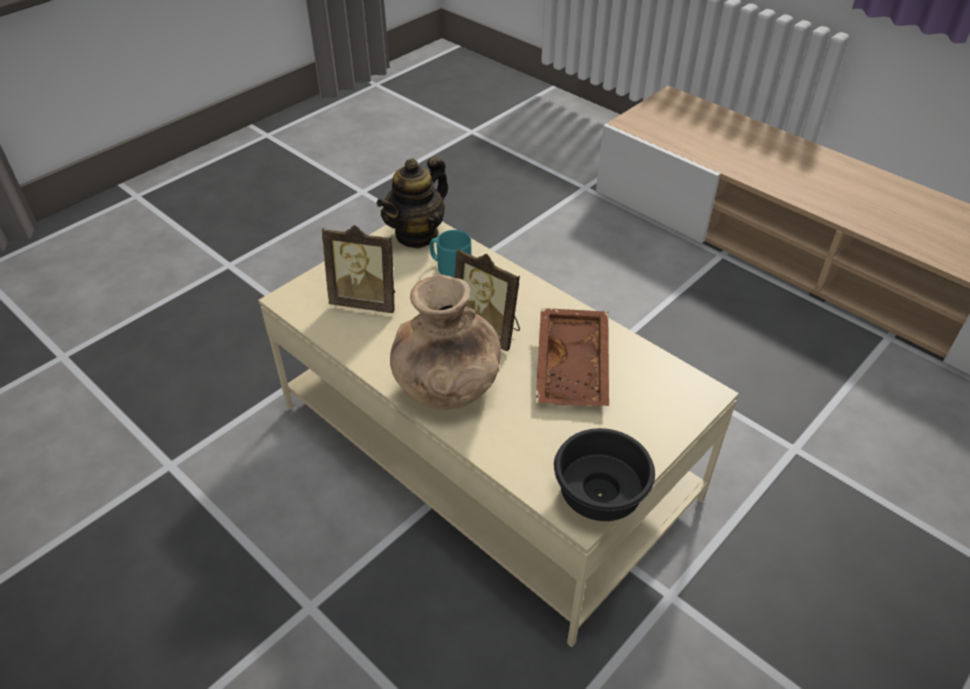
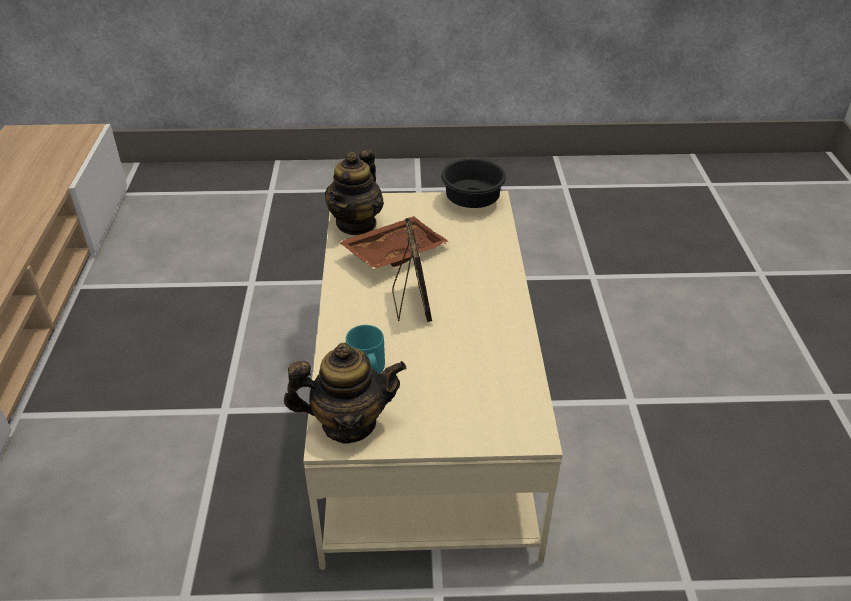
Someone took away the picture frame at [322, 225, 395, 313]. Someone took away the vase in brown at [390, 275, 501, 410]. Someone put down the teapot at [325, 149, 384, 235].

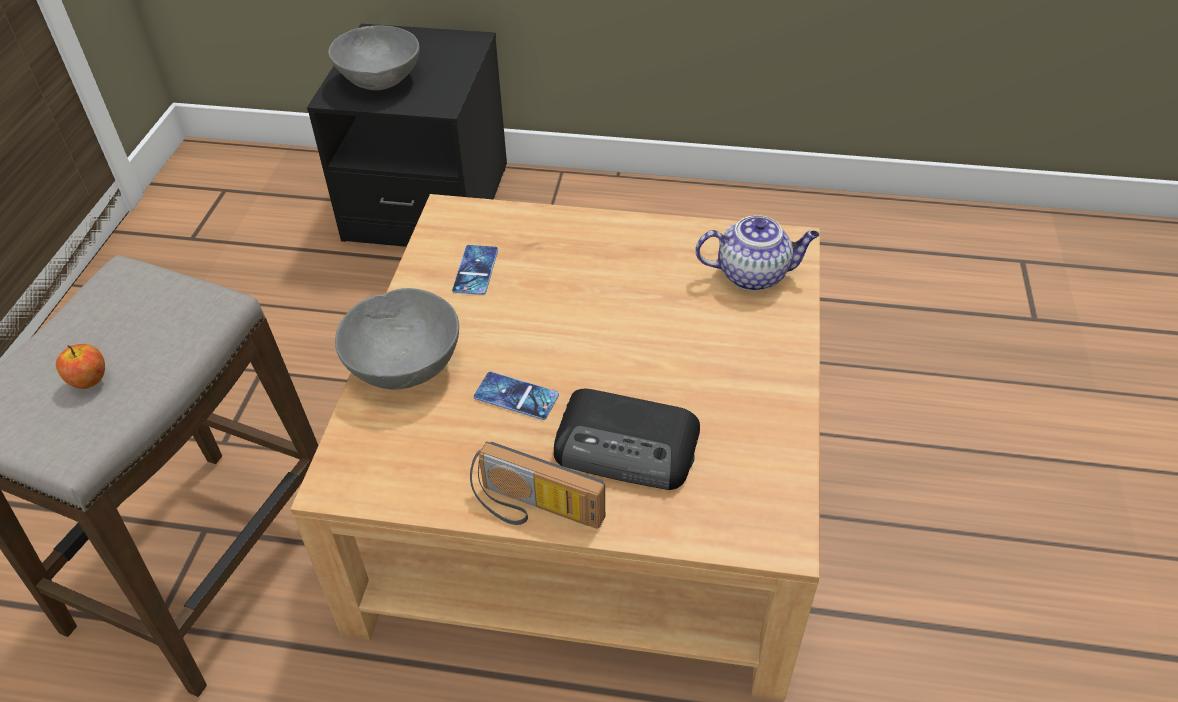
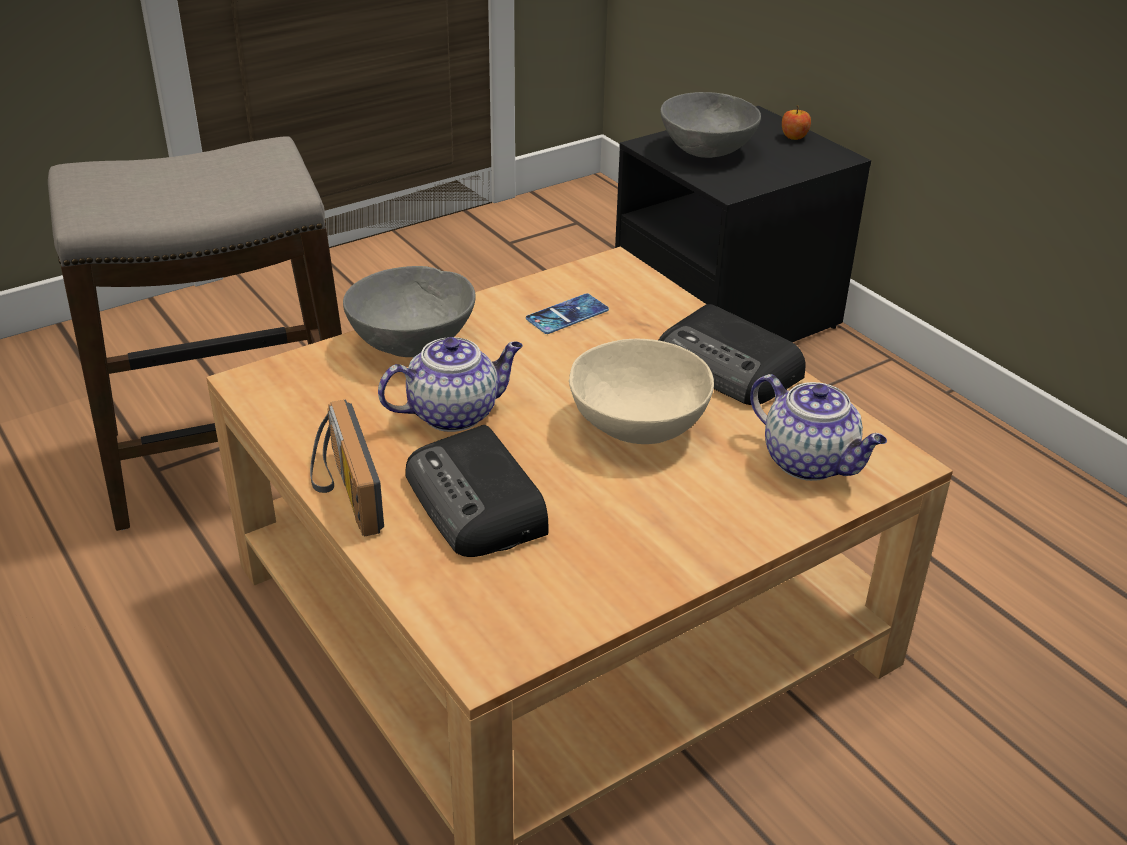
Someone carried the apple from [56, 344, 105, 389] to [782, 105, 811, 140]. Someone swapped the phone at [474, 372, 559, 420] for the teapot at [378, 337, 523, 432]. Someone put down the bowl in beige at [569, 339, 714, 444]. Someone put down the radio at [659, 304, 806, 405].

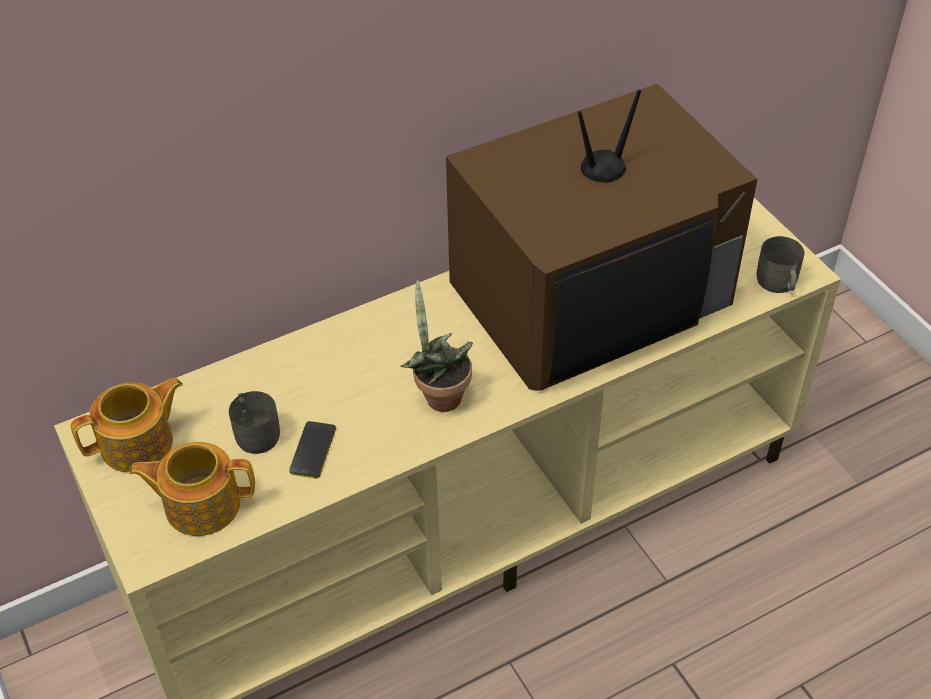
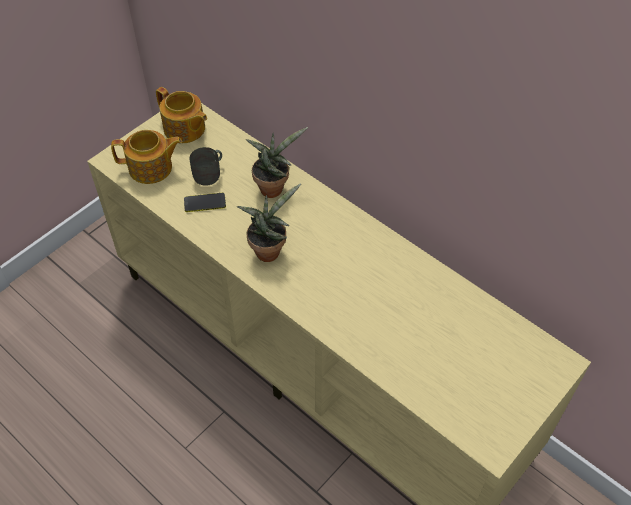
Someone rotated the teapot at [129, 442, 255, 536] by 105 degrees clockwise. Someone took away the television at [446, 83, 757, 391]. Someone took away the mug in grey at [757, 236, 804, 293]. Someone put down the potted plant at [246, 127, 308, 198].

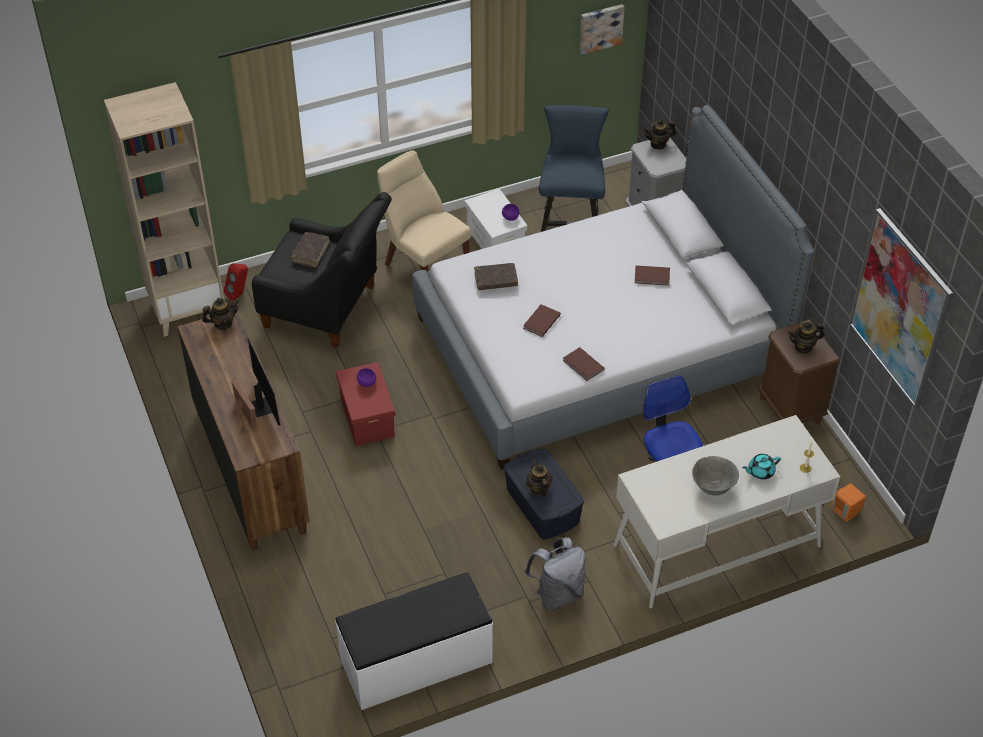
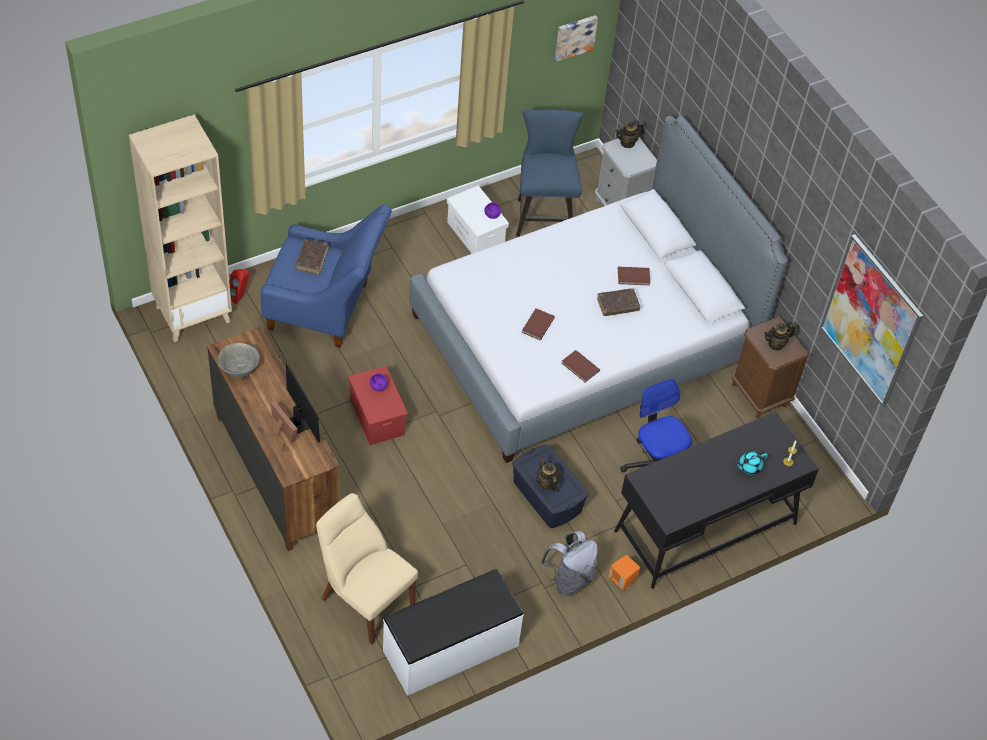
Someone took away the teapot at [202, 298, 239, 330]. Someone repainted the armchair in black at [252, 192, 392, 348], which became the armchair in blue at [260, 205, 392, 348]. Someone carried the chair in beige from [377, 150, 471, 271] to [316, 493, 418, 645]. Someone carried the book in brown from [474, 263, 518, 290] to [597, 288, 640, 316]. Someone repainted the desk in white at [613, 415, 840, 608], which became the desk in black at [614, 411, 819, 589]. Someone carried the bowl in grey from [692, 456, 739, 496] to [218, 343, 259, 378]. Someone carried the speaker in orange from [830, 483, 866, 522] to [608, 555, 640, 590].

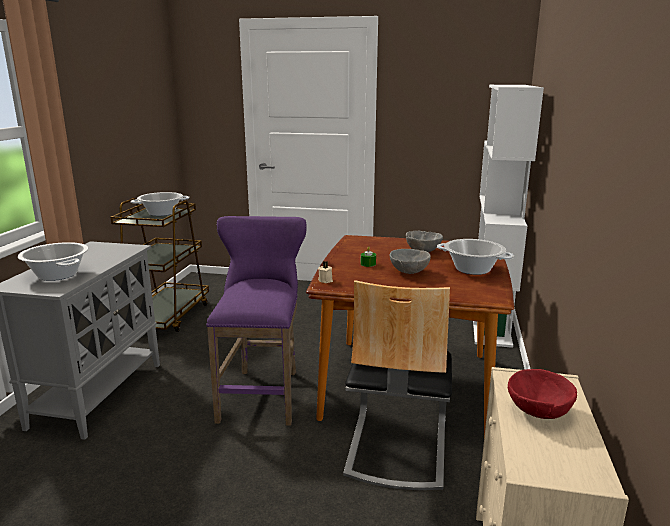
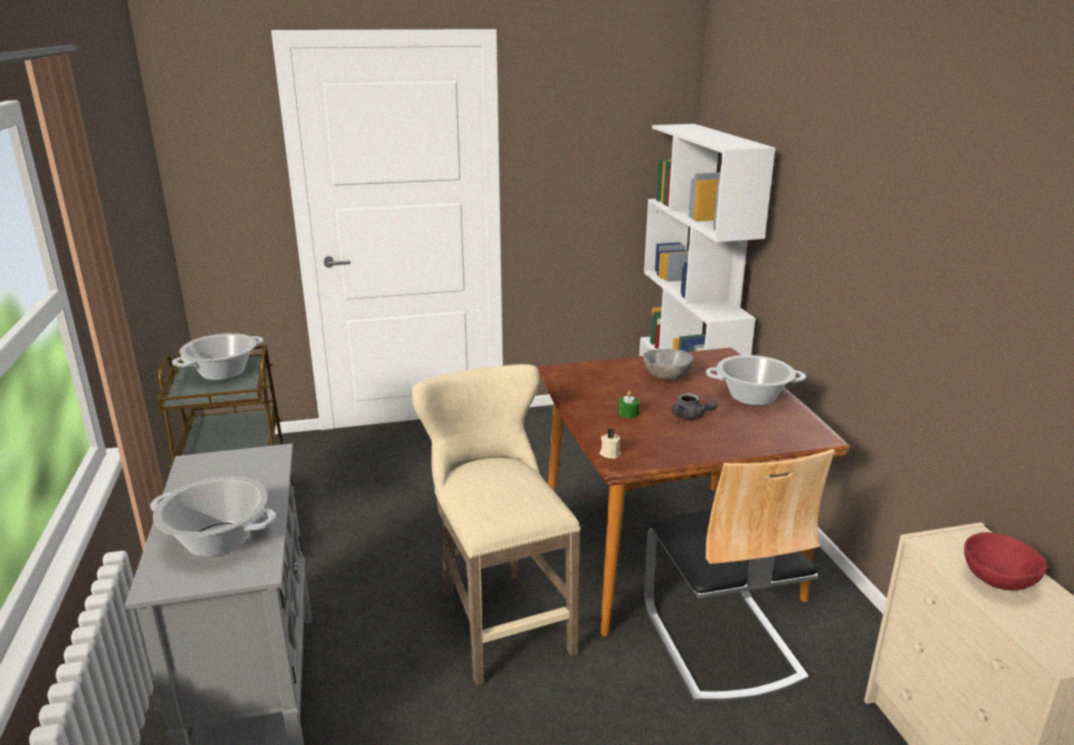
Someone repainted the stool in purple at [206, 216, 307, 426], which became the stool in beige at [411, 364, 581, 686]. Someone swapped the bowl in grey at [389, 249, 431, 274] for the teapot in grey at [672, 393, 718, 420].

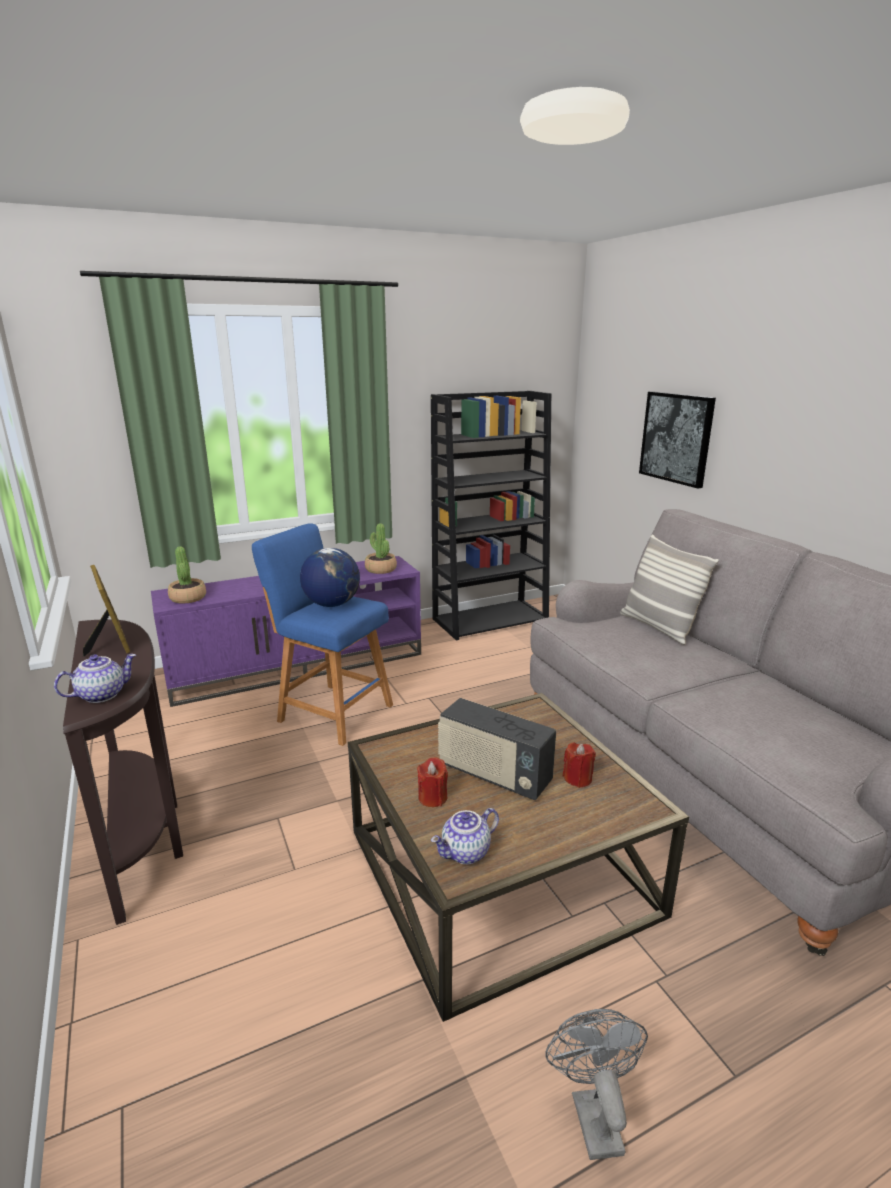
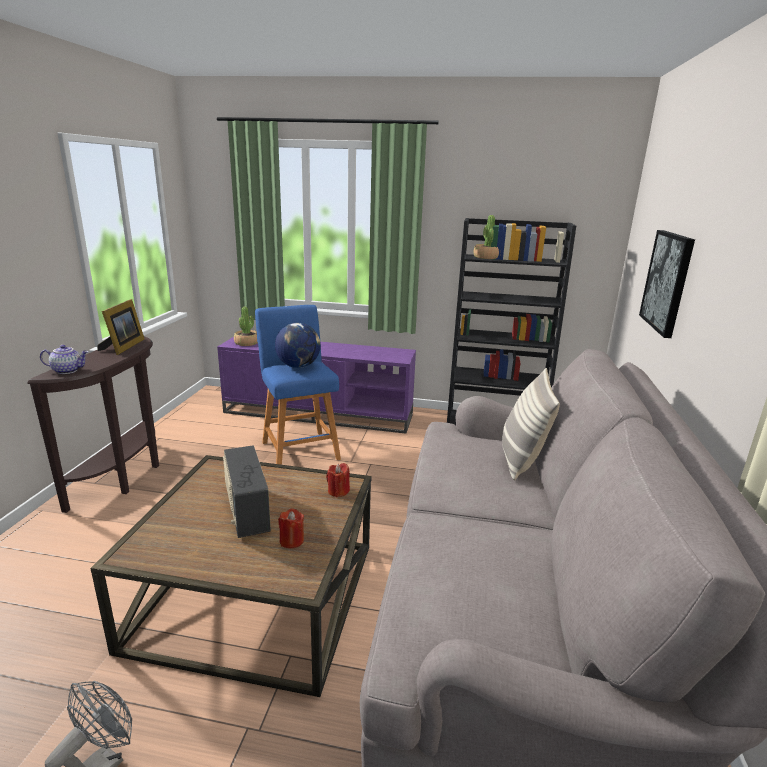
Someone carried the potted plant from [365, 523, 397, 574] to [474, 215, 501, 259]. Someone carried the candle in red from [417, 757, 448, 807] to [326, 463, 350, 497]. Someone took away the teapot at [431, 808, 499, 864].

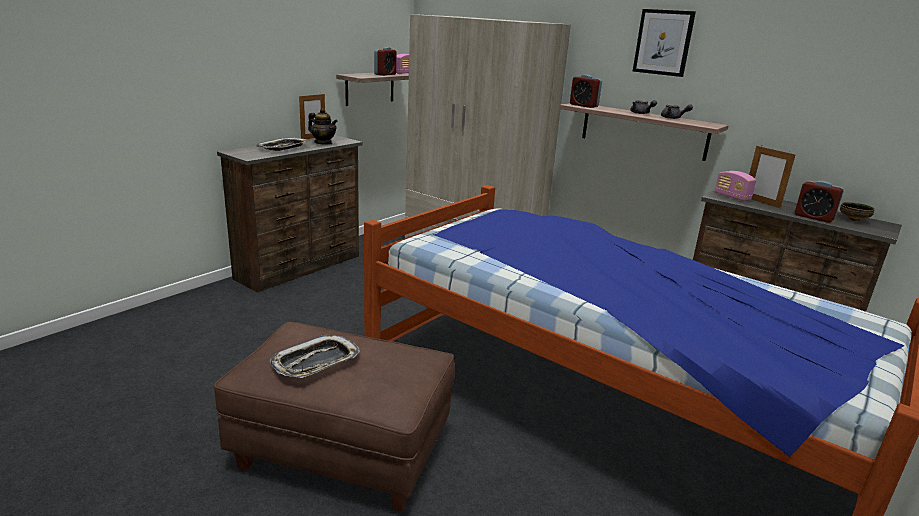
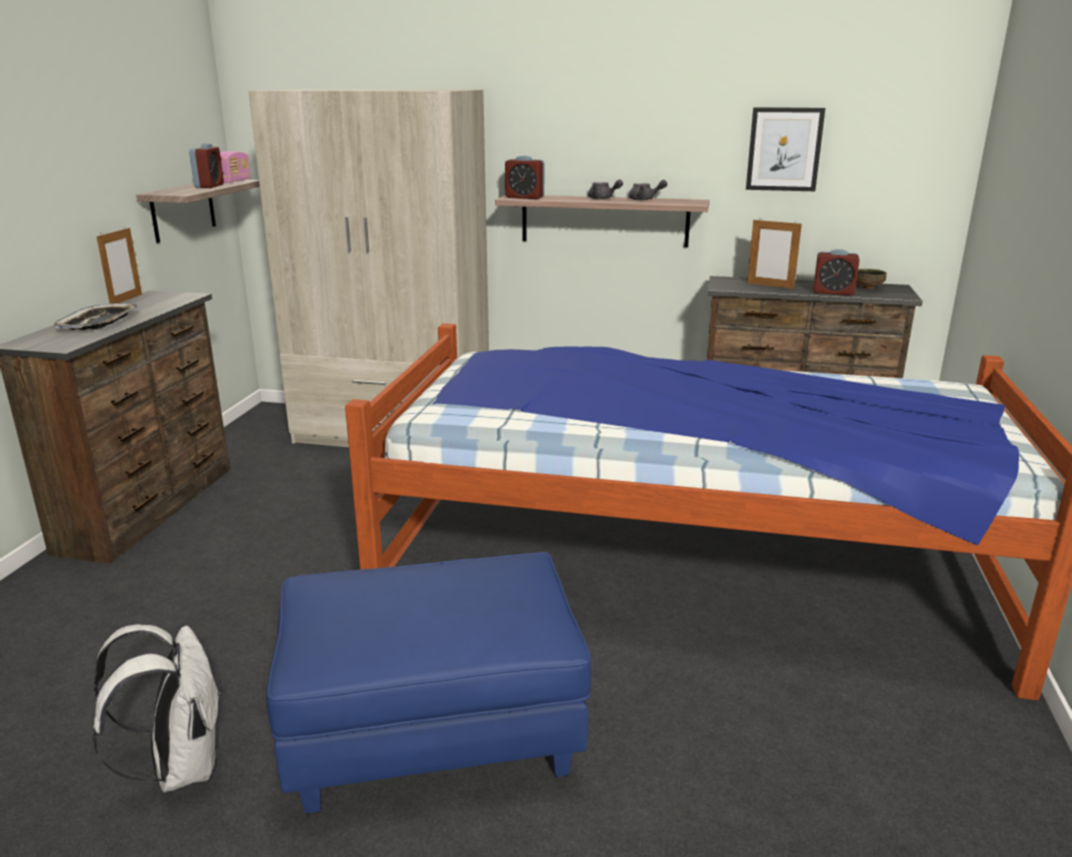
Someone repainted the ottoman in brown at [214, 322, 455, 512], which became the ottoman in blue at [266, 552, 591, 814]. Someone took away the tray at [270, 335, 360, 378]. Someone took away the teapot at [308, 108, 338, 145]. Someone carried the picture from [633, 9, 696, 77] to [746, 107, 825, 191]. Someone took away the radio at [715, 171, 756, 201]. Someone put down the backpack in white at [92, 624, 220, 792].

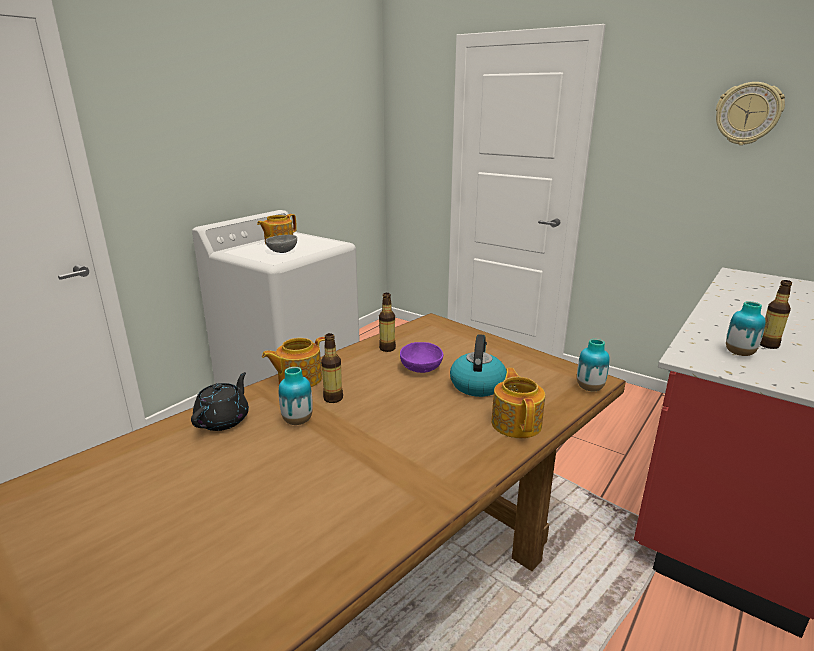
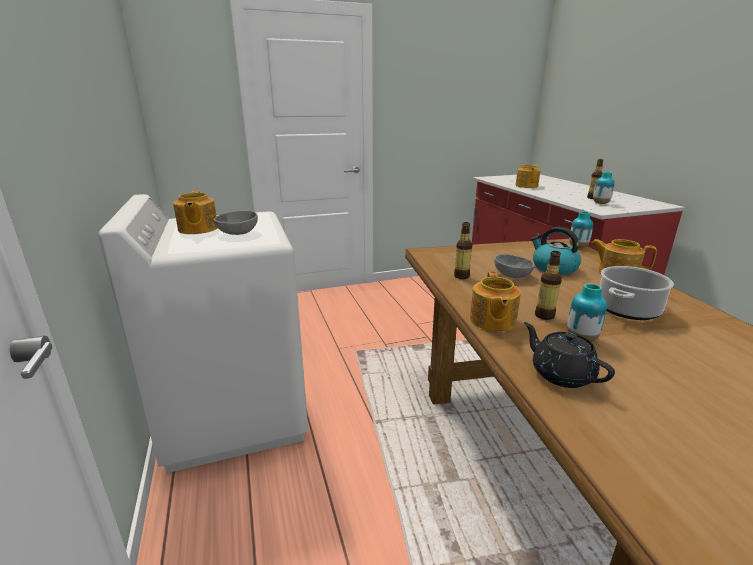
Someone repainted the bowl in purple at [400, 342, 443, 373], which became the bowl in grey at [494, 254, 534, 278]. Someone took away the wall clock at [716, 82, 785, 145]. Someone put down the teapot at [515, 164, 540, 188]. Someone put down the cooking pot at [600, 266, 674, 320].

